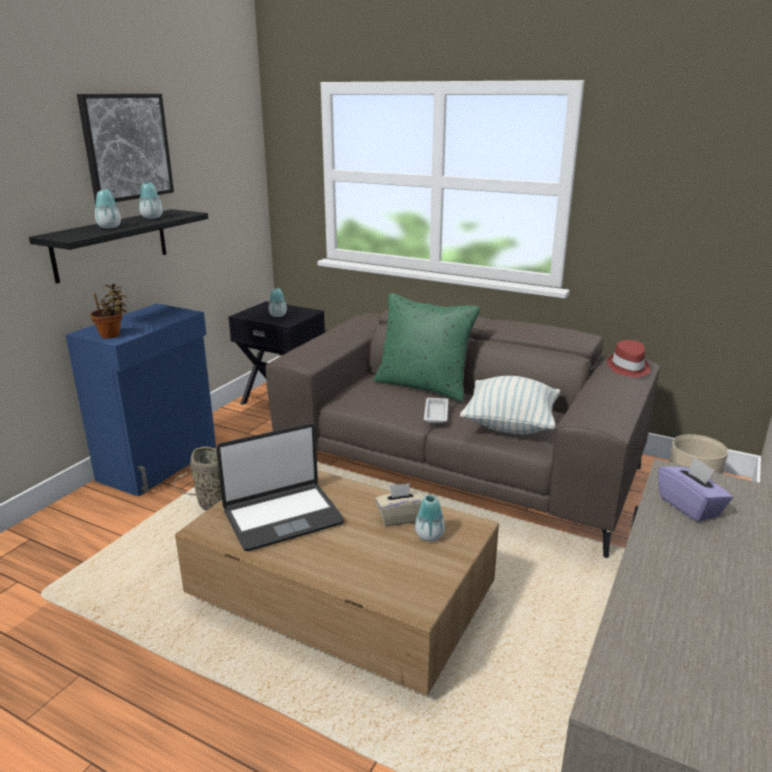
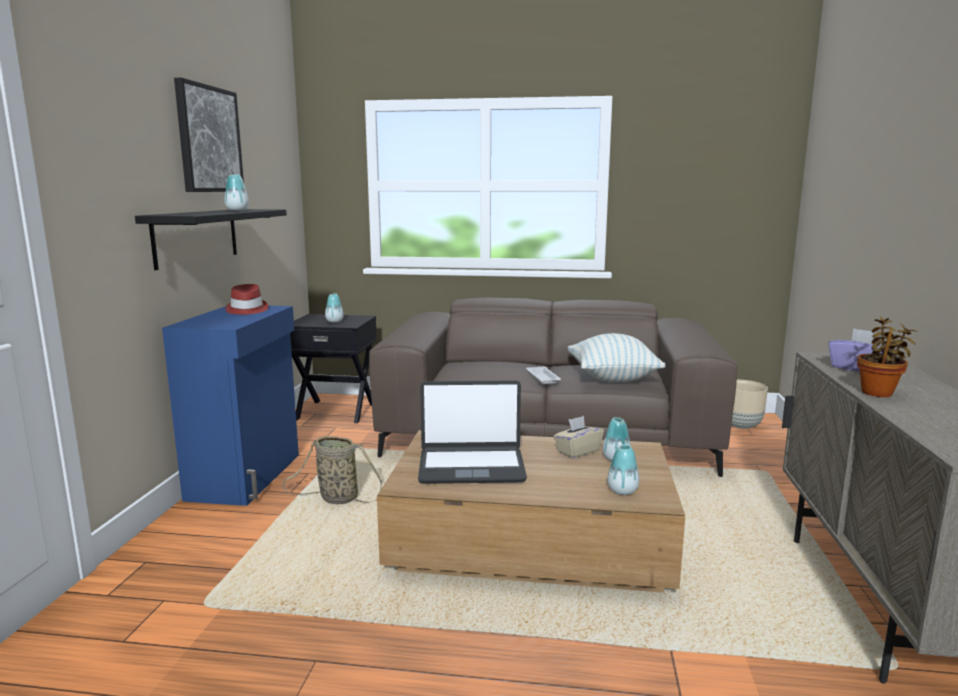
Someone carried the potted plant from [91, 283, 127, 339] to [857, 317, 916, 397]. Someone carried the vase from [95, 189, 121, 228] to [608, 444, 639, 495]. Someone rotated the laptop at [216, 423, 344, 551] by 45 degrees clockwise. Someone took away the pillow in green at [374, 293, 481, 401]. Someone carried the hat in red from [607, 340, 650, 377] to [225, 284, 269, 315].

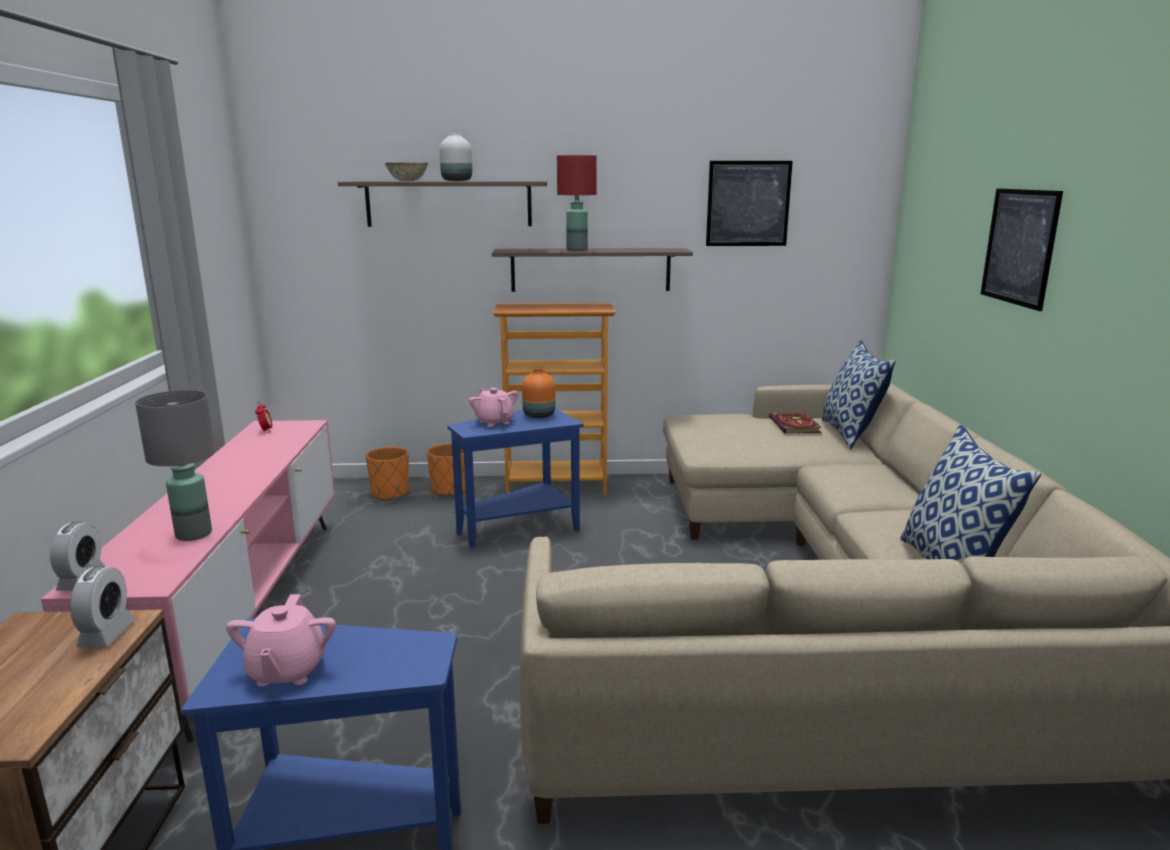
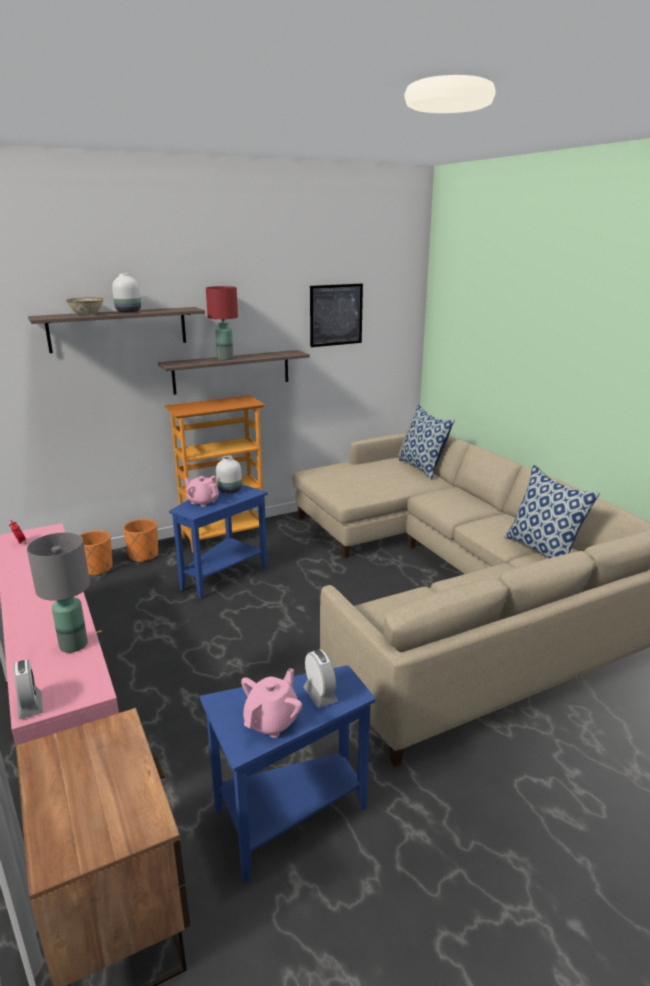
Someone carried the alarm clock from [70, 566, 135, 647] to [304, 649, 338, 708]. Someone rotated the teapot in pink at [226, 594, 336, 686] by 120 degrees counterclockwise. Someone repainted the vase in orange at [522, 369, 556, 418], which became the vase in white at [216, 456, 242, 494]. Someone took away the book at [769, 412, 821, 433]. Someone took away the picture at [981, 188, 1063, 311].

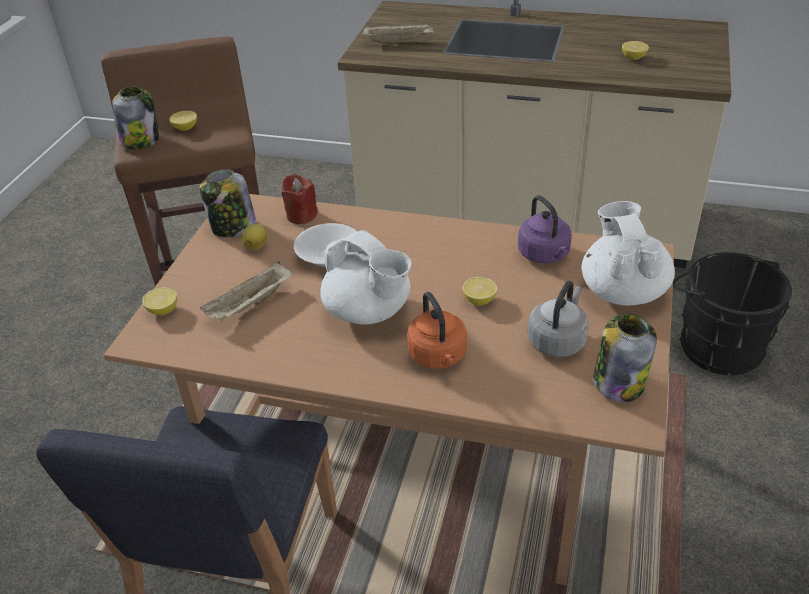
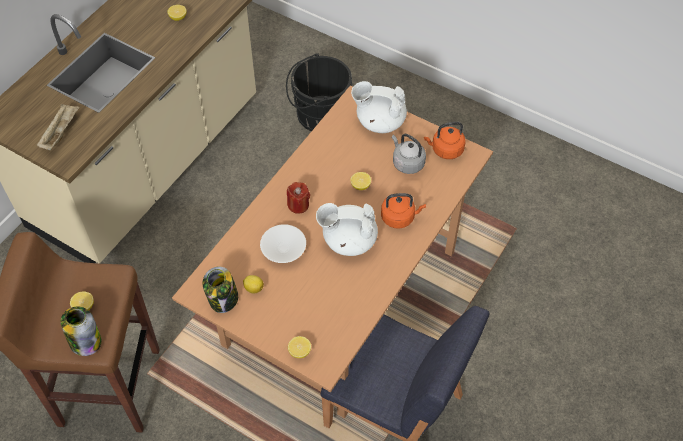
Someone took away the tray in beige at [200, 261, 292, 321]. Someone carried the candle in red from [282, 174, 318, 224] to [287, 182, 310, 214]. Someone rotated the teapot in white at [320, 230, 412, 325] by 150 degrees counterclockwise. Someone took away the kettle in purple at [518, 195, 572, 264]. Someone swapped the jar at [593, 314, 657, 402] for the kettle in orange at [424, 122, 466, 159].

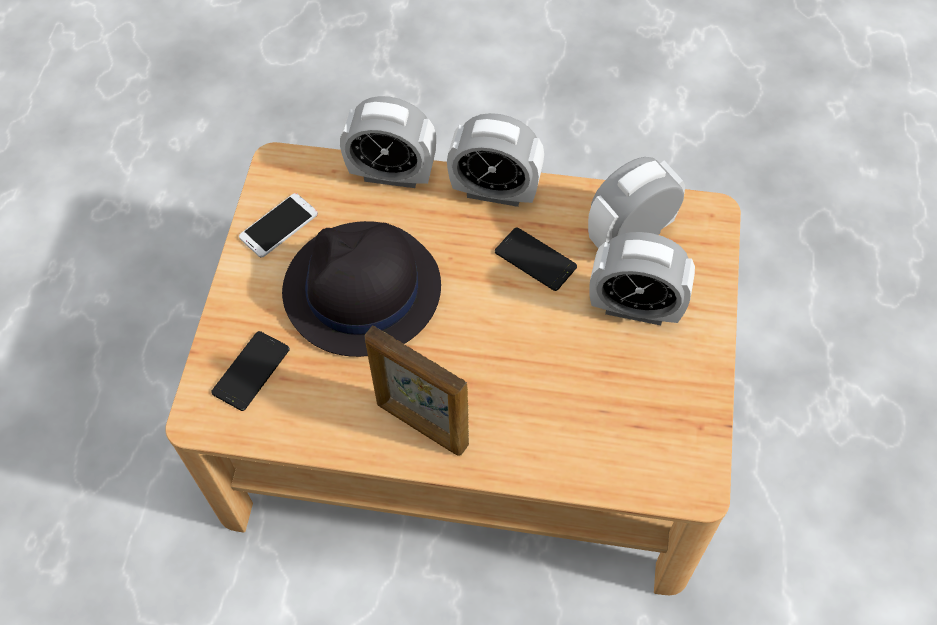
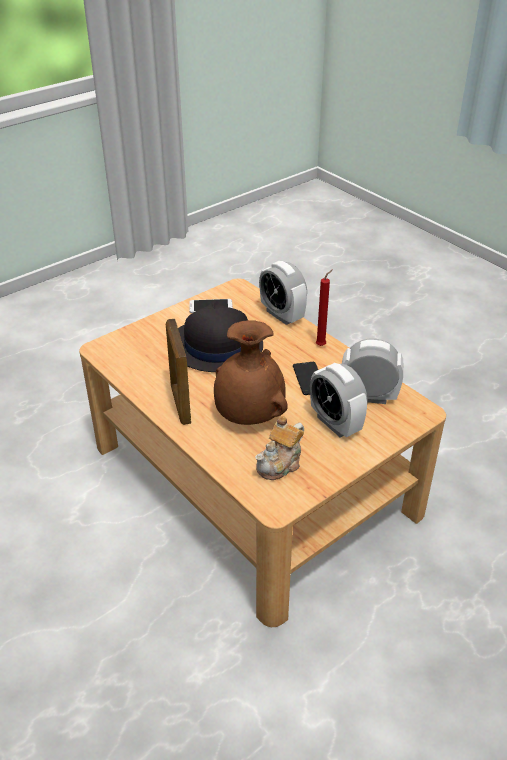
Someone took away the phone at [211, 331, 290, 411]. Someone swapped the alarm clock at [447, 113, 544, 207] for the candle in red at [316, 269, 333, 346]. Someone put down the vase in brown at [214, 320, 288, 425]. Someone put down the teapot at [255, 416, 304, 480].

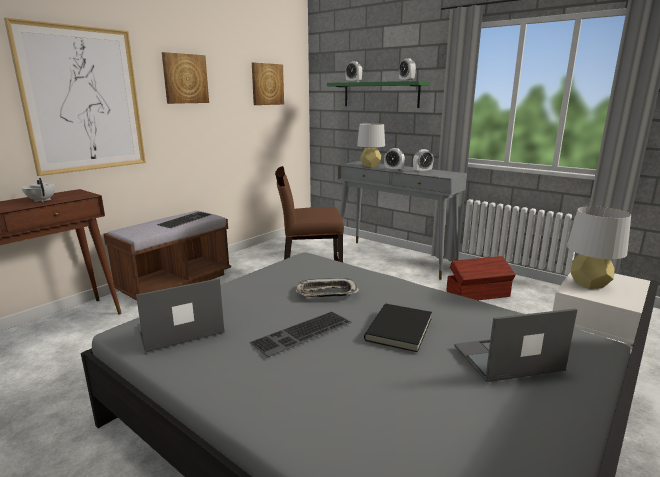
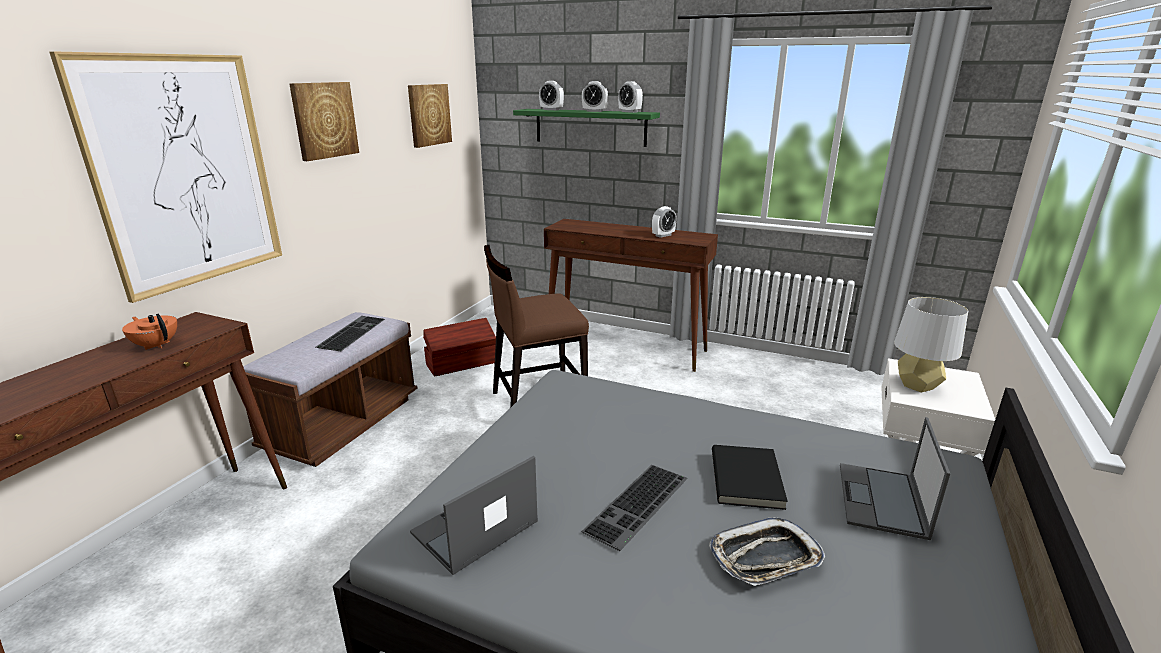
Someone repainted the teapot in white at [22, 178, 56, 202], which became the teapot in orange at [122, 313, 177, 350]. Someone carried the tray from [296, 278, 359, 297] to [709, 517, 825, 586]. Someone repainted the console table in grey at [337, 161, 467, 280], which became the console table in brown at [544, 219, 718, 372]. Someone took away the table lamp in grey at [357, 123, 385, 167]. Someone carried the alarm clock from [384, 148, 405, 171] to [582, 81, 608, 112]. Someone carried the storage box in brown from [446, 256, 516, 300] to [423, 318, 496, 377]. Someone rotated the laptop at [454, 309, 577, 382] by 45 degrees counterclockwise.

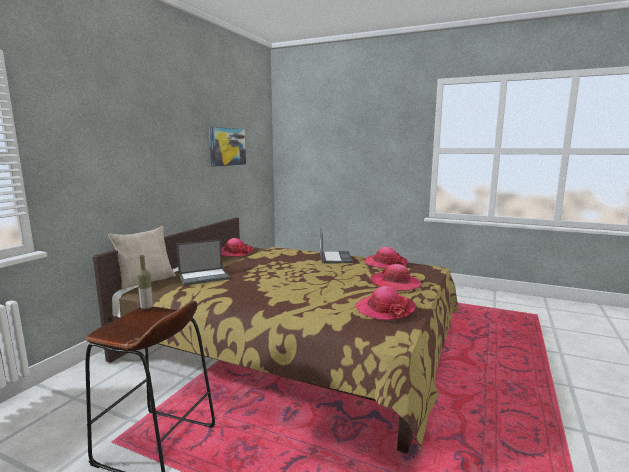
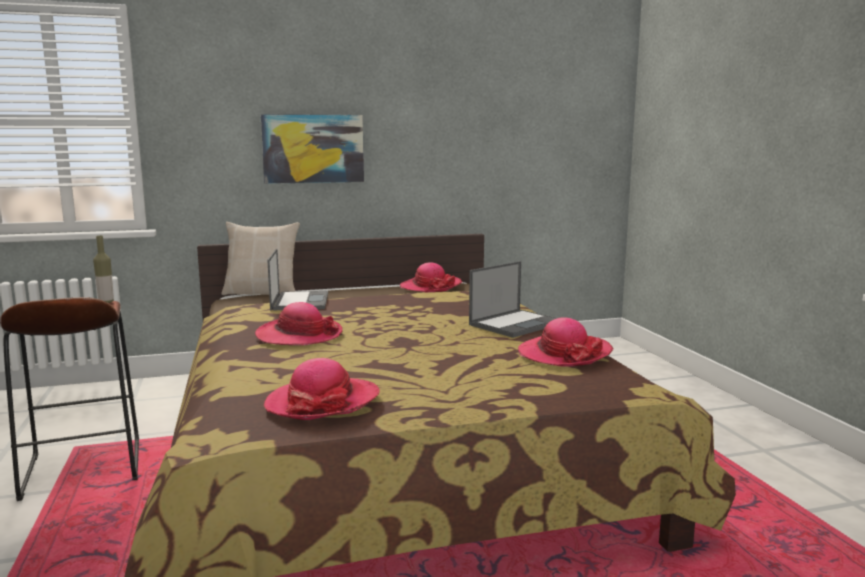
Someone rotated the laptop at [177, 239, 231, 286] by 120 degrees counterclockwise. Someone carried the picture from [209, 127, 246, 167] to [261, 114, 364, 184]. Someone carried the hat from [370, 264, 422, 291] to [255, 302, 342, 346].

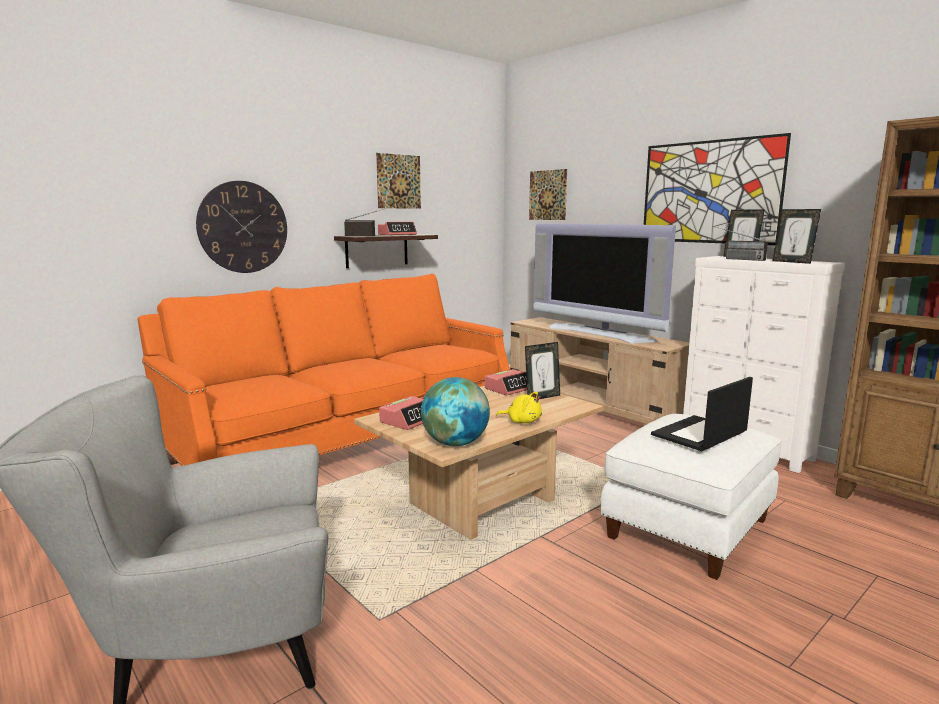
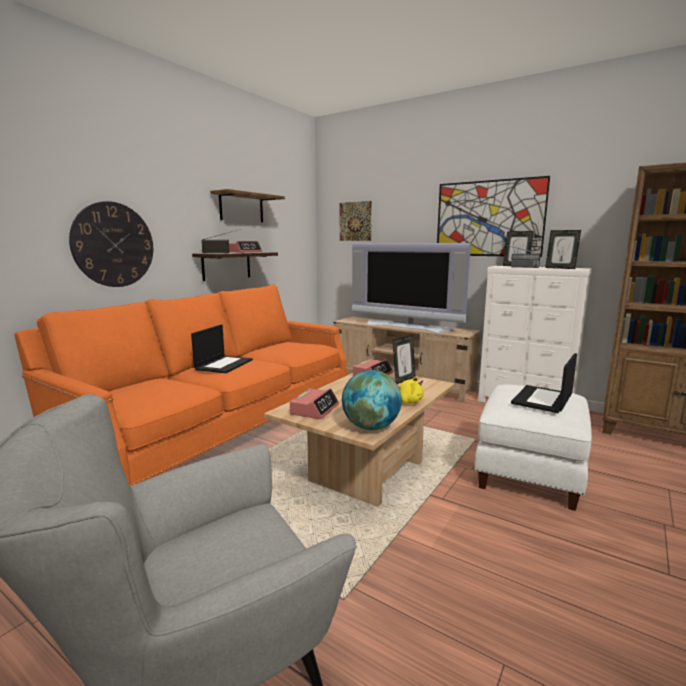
Someone swapped the picture at [376, 153, 421, 209] for the shelf at [210, 189, 285, 222]. Someone put down the laptop at [191, 324, 253, 373].

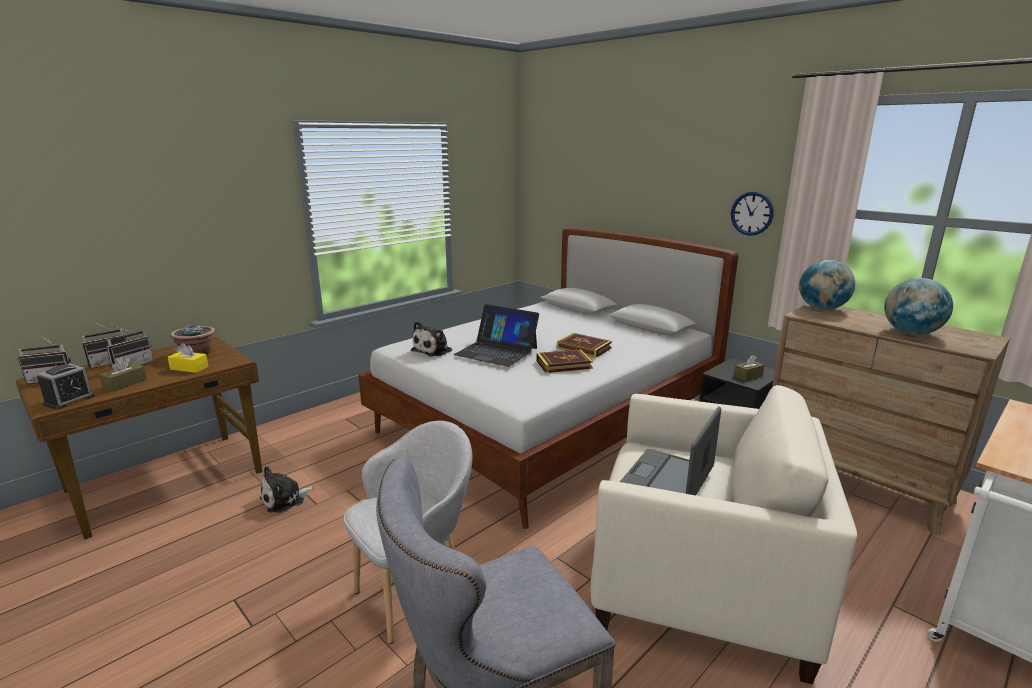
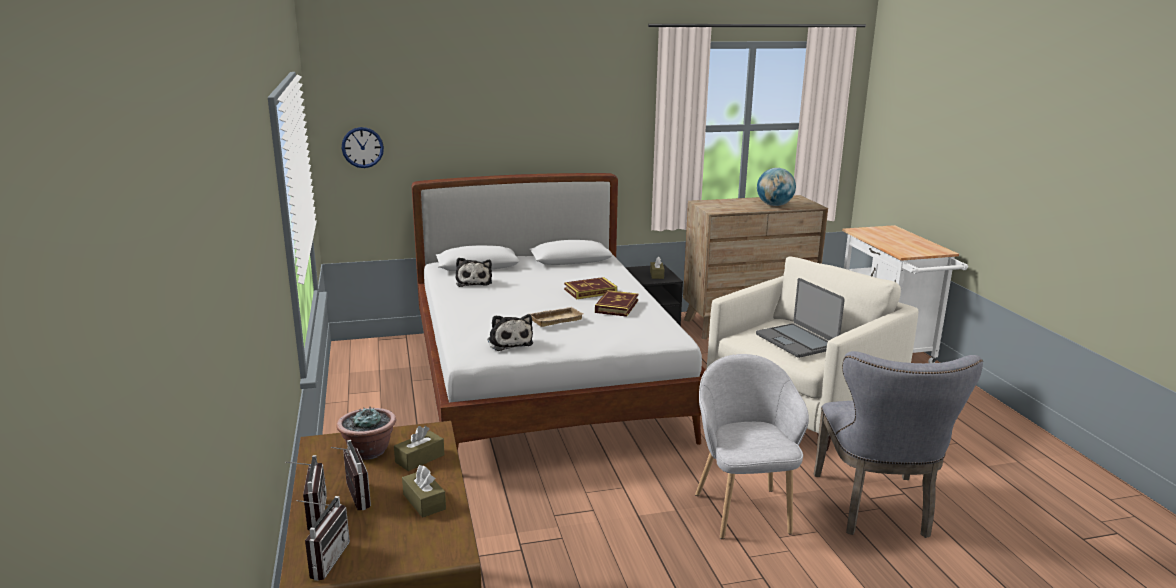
Someone took away the alarm clock at [37, 364, 95, 410]. Someone repainted the tissue box in yellow at [168, 343, 209, 373], which became the tissue box in brown at [394, 426, 444, 471]. Someone carried the plush toy from [260, 466, 314, 513] to [456, 258, 492, 287]. Someone swapped the laptop at [454, 304, 539, 367] for the tray in beige at [530, 307, 583, 327]. Someone carried the wall clock from [731, 192, 774, 236] to [342, 127, 384, 168]. Someone took away the globe at [799, 260, 855, 310].

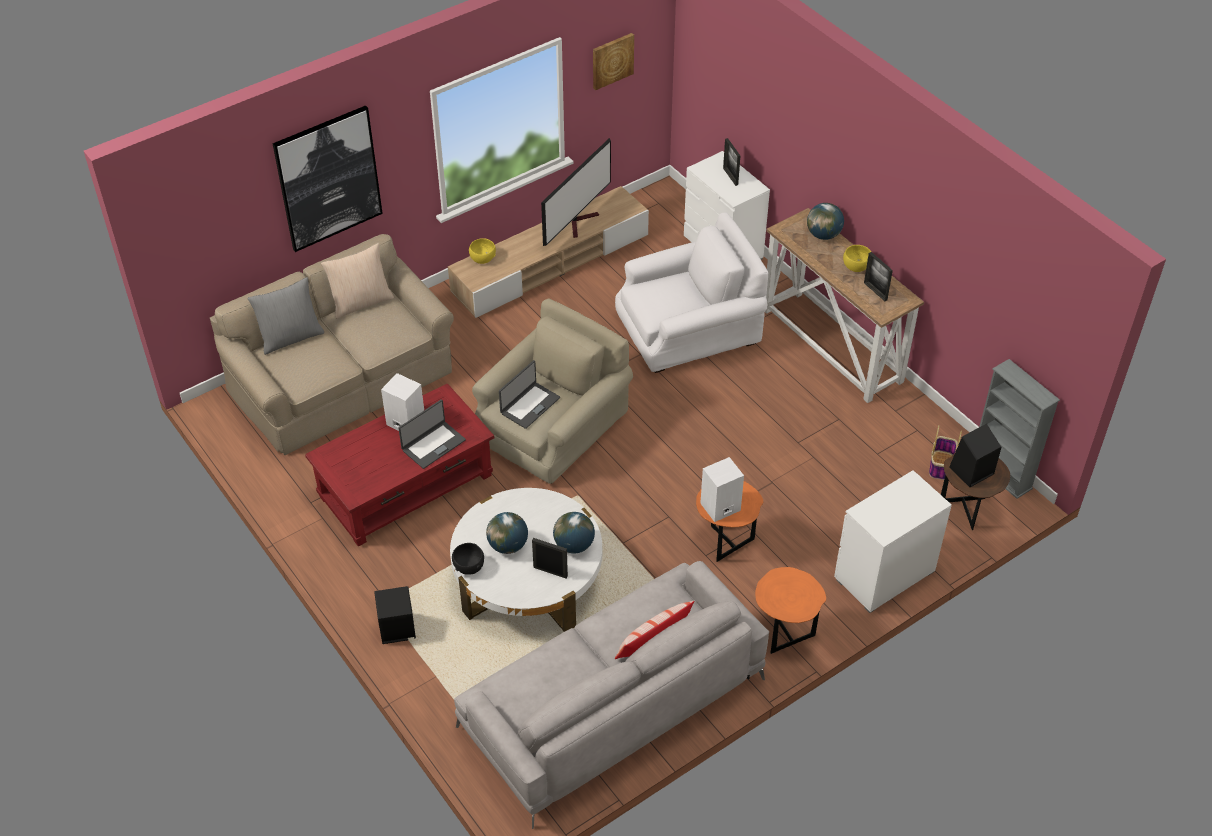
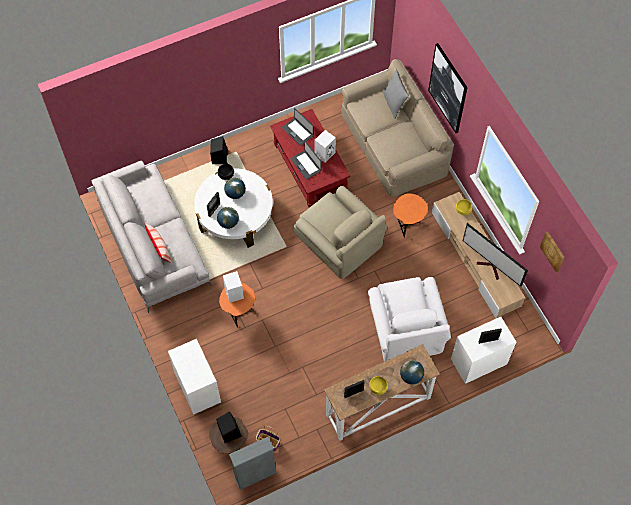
Someone took away the pillow in beige at [321, 243, 394, 319]. Someone carried the laptop from [499, 360, 560, 429] to [282, 108, 314, 146]. Someone carried the side table in orange from [755, 567, 826, 654] to [393, 193, 428, 238].

